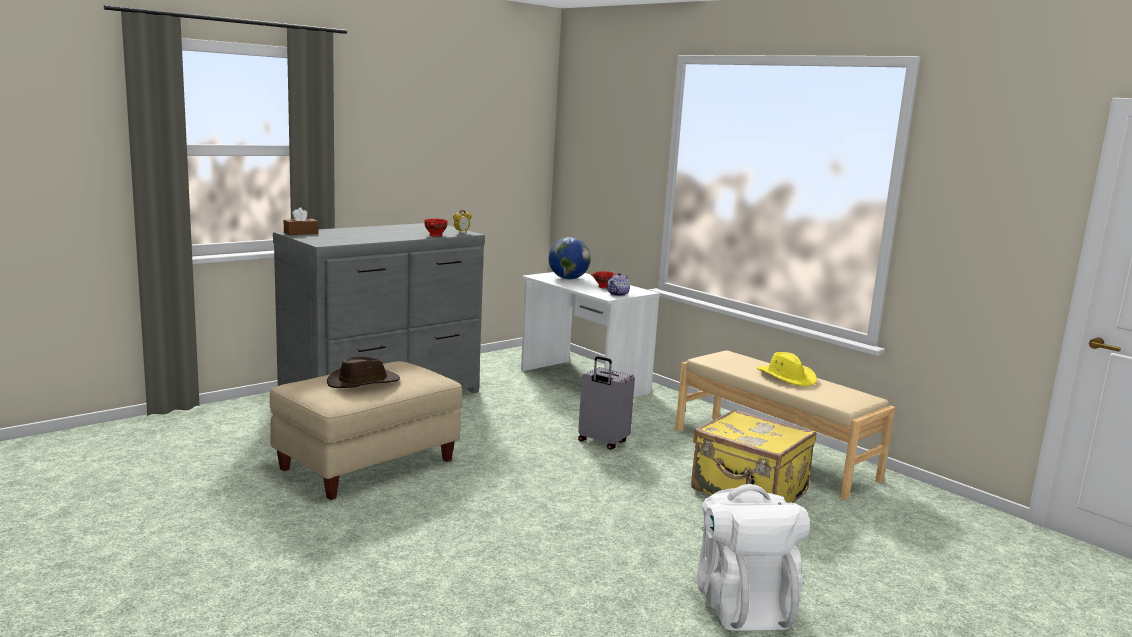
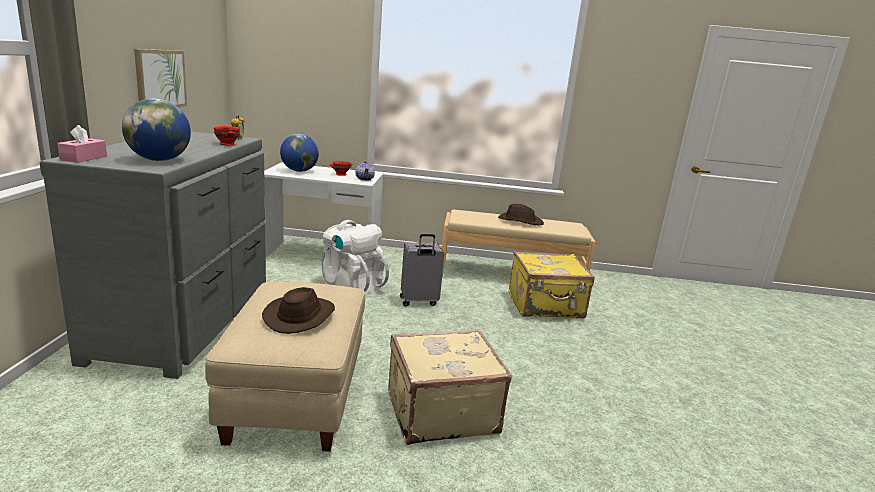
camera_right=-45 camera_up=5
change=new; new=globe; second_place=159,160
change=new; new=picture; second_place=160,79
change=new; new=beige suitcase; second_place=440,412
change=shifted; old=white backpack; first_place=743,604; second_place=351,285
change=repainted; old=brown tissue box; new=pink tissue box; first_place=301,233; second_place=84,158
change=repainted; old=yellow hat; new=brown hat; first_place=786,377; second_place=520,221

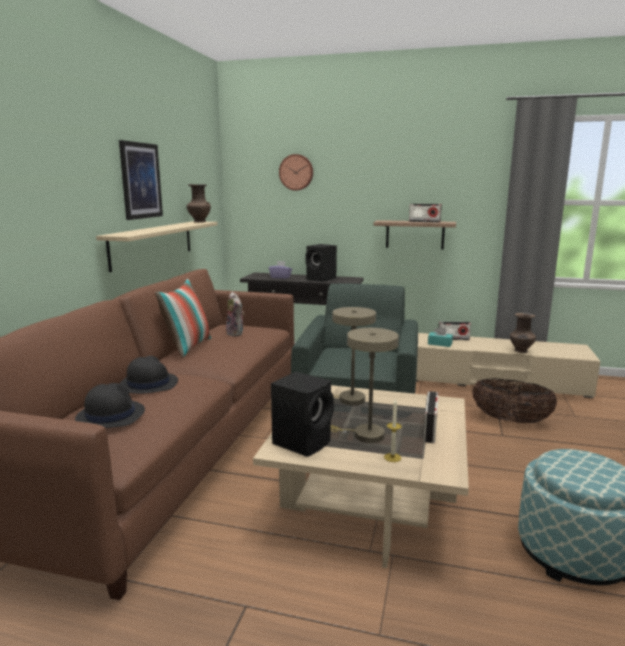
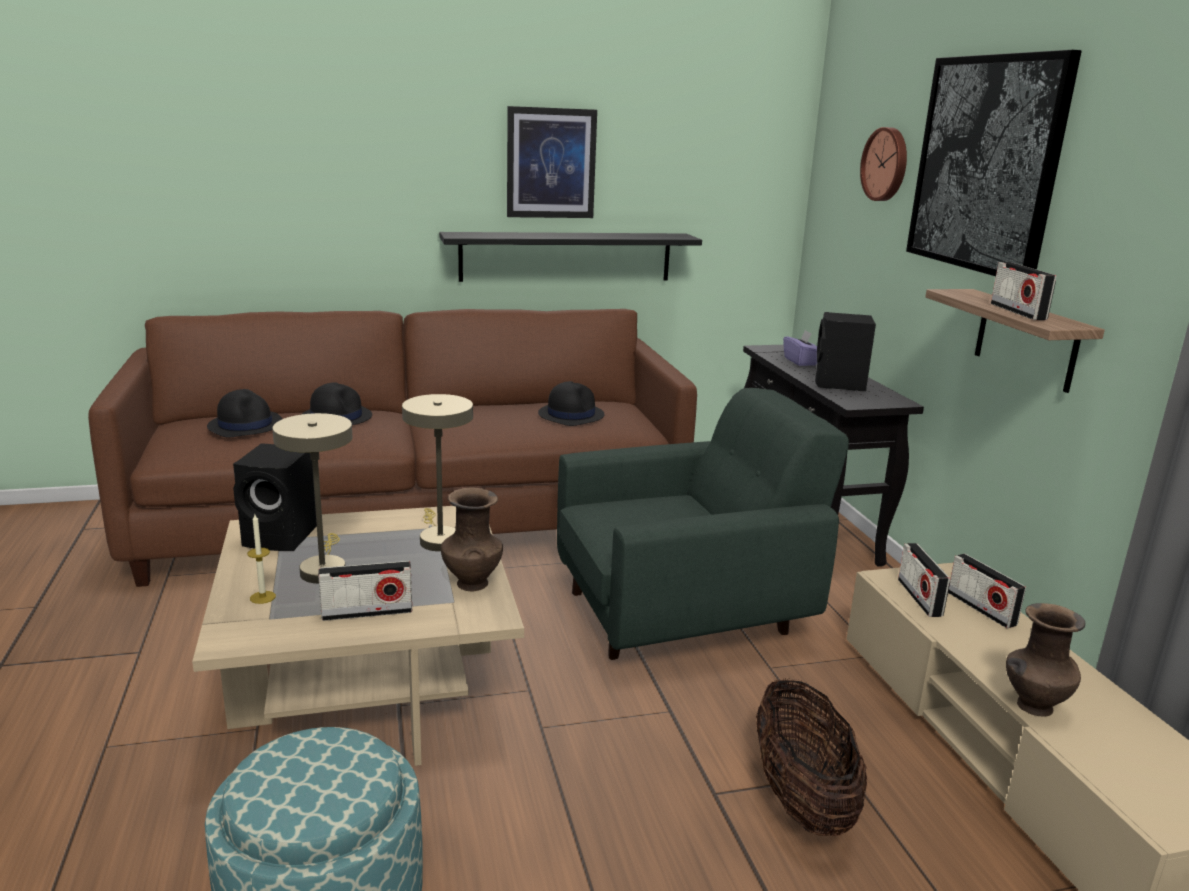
camera_right=60 camera_up=5
change=gone; old=pillow; first_place=187,347
change=new; new=picture; second_place=986,164
change=shifted; old=brown vase; first_place=199,222; second_place=471,583
change=swapped; old=plush toy; new=black hat; first_place=236,333; second_place=571,415
change=swapped; old=turquoise tissue box; new=radio; first_place=439,344; second_place=919,597
change=repainted; old=beige shelf; new=black shelf; first_place=153,244; second_place=566,256

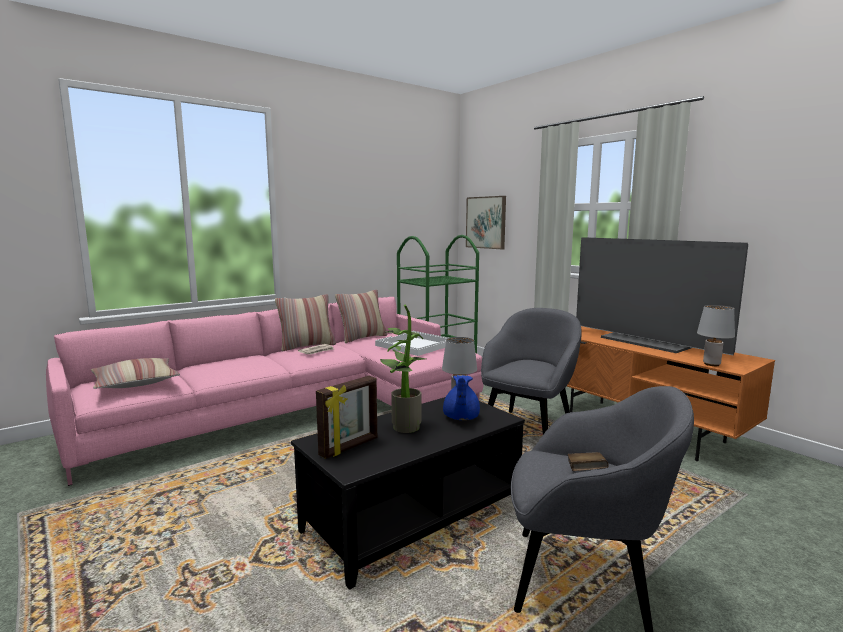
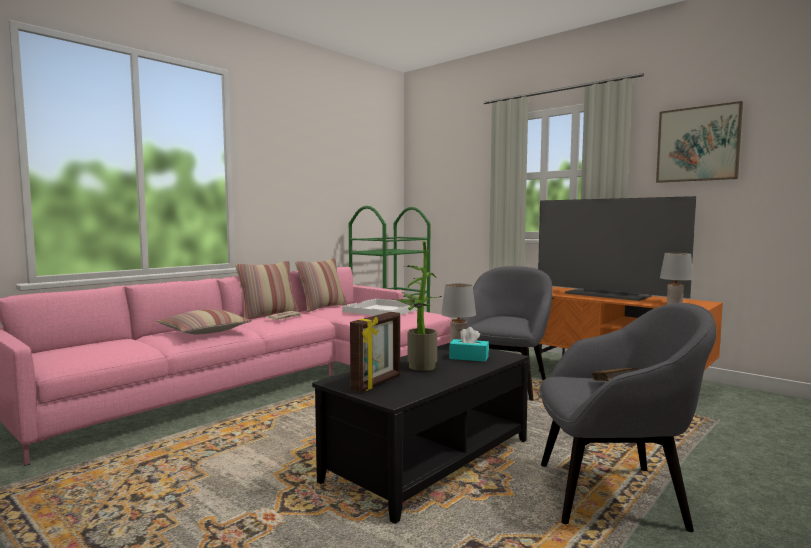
camera_right=-10 camera_up=-5
change=shifted; old=pillow; first_place=135,382; second_place=204,331
change=shifted; old=picture; first_place=486,222; second_place=698,144
change=swapped; old=blue teapot; new=turquoise tissue box; first_place=460,417; second_place=469,357

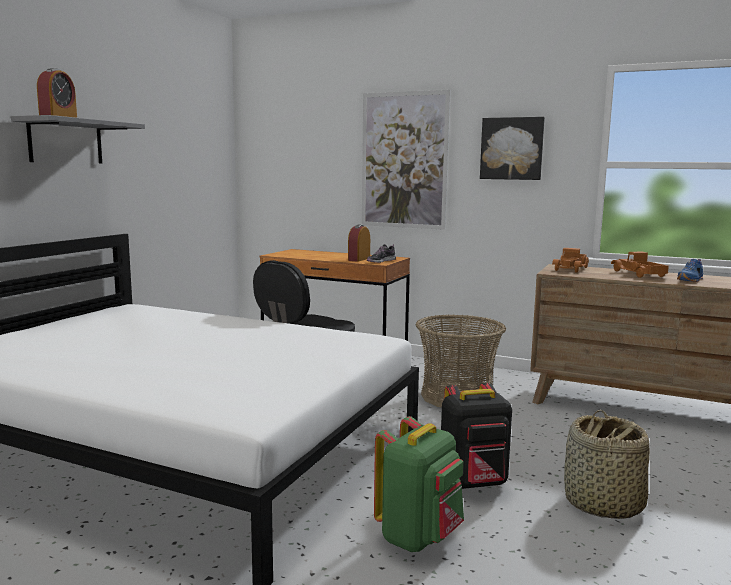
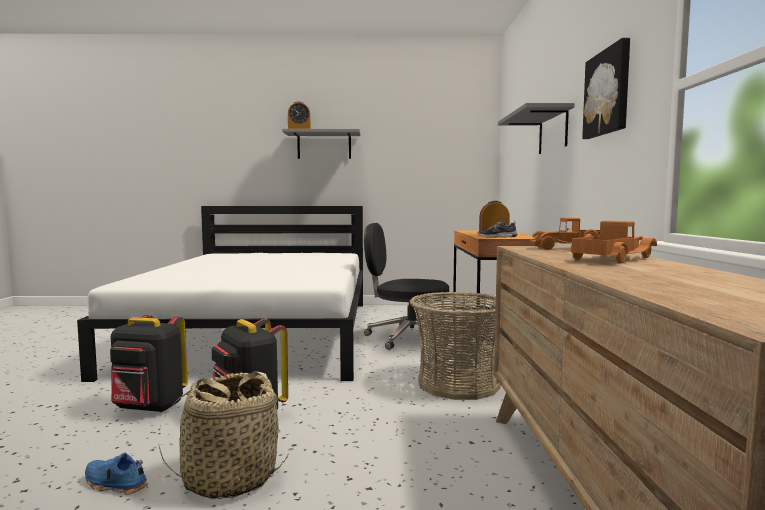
camera_right=65 camera_up=-5
change=shifted; old=blue shoe; first_place=691,280; second_place=114,485
change=swapped; old=picture; new=grey shelf; first_place=404,160; second_place=553,131
change=repainted; old=green backpack; new=black backpack; first_place=419,537; second_place=149,408

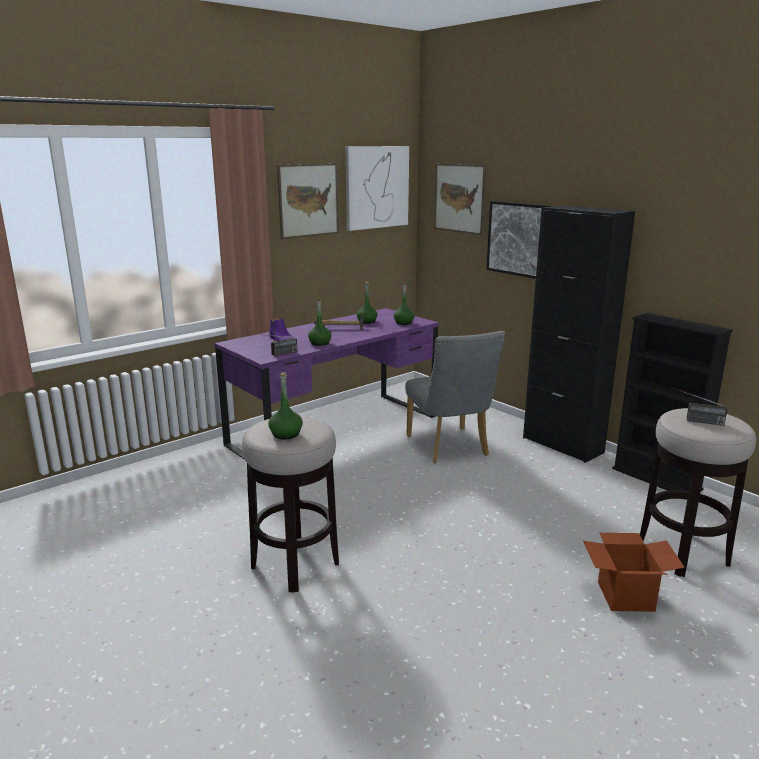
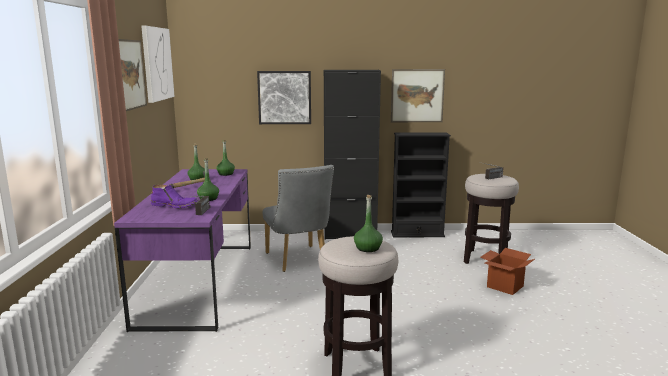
camera_right=-50 camera_up=-5
change=shifted; old=picture; first_place=459,198; second_place=417,96
change=rotated; old=grey chair; first_place=450,448; second_place=298,260; degrees=45

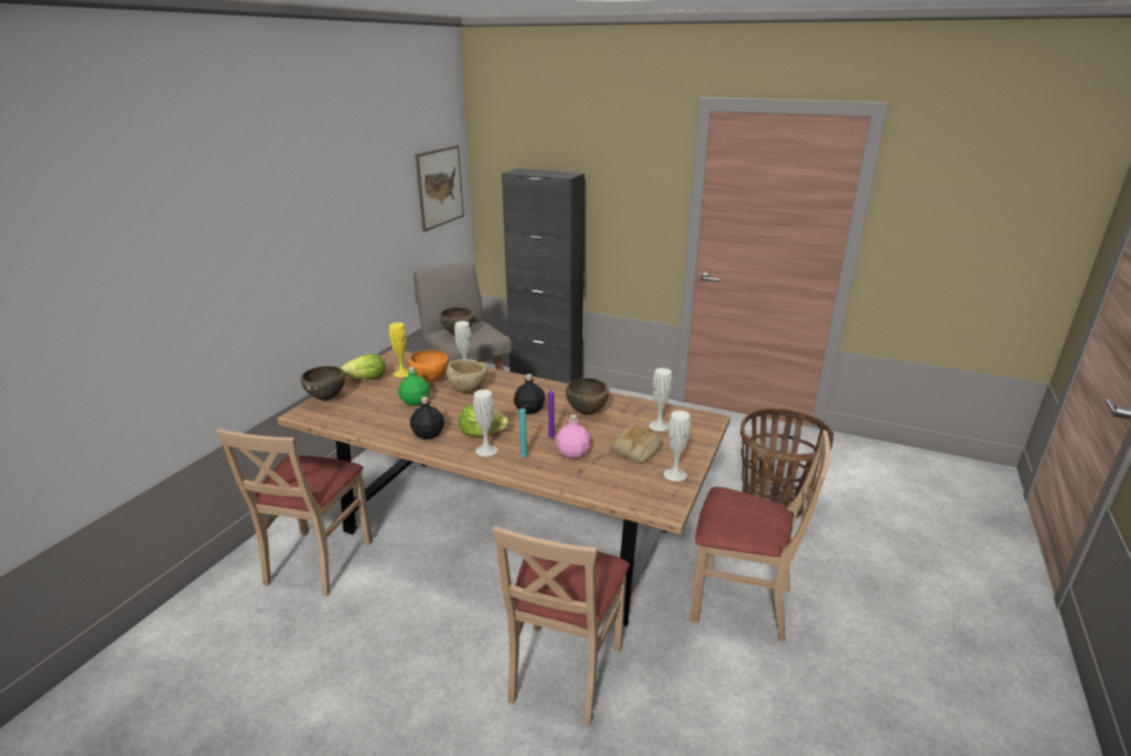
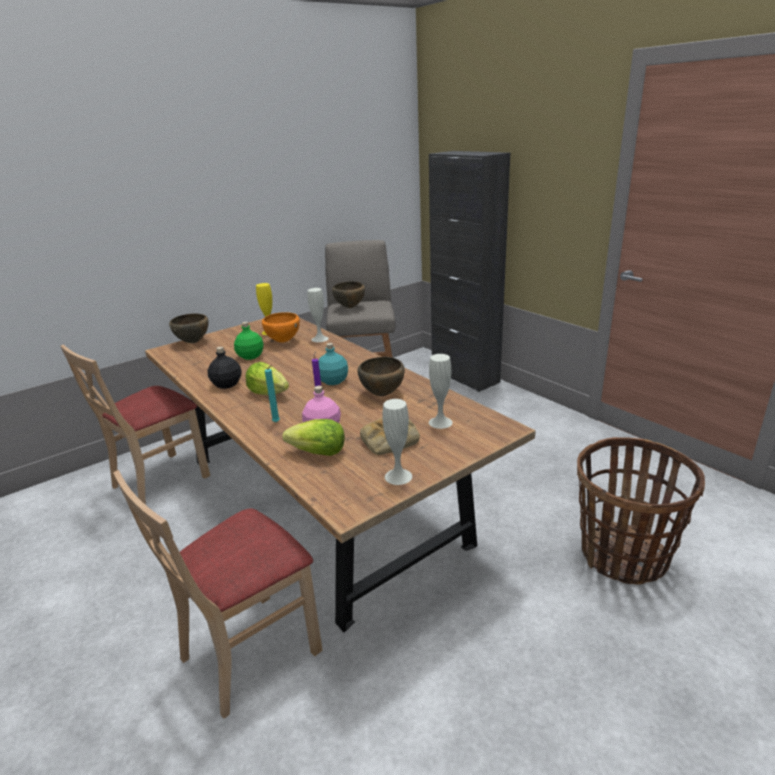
camera_right=30 camera_up=0
change=gone; old=picture; first_place=440,187
change=gone; old=beige bowl; first_place=468,389
change=gone; old=white vase; first_place=486,450
change=gone; old=beige chair; first_place=741,602
change=shifted; old=lettuce; first_place=367,379; second_place=318,453
change=repainted; old=black bottle; new=turquoise bottle; first_place=529,409; second_place=333,381

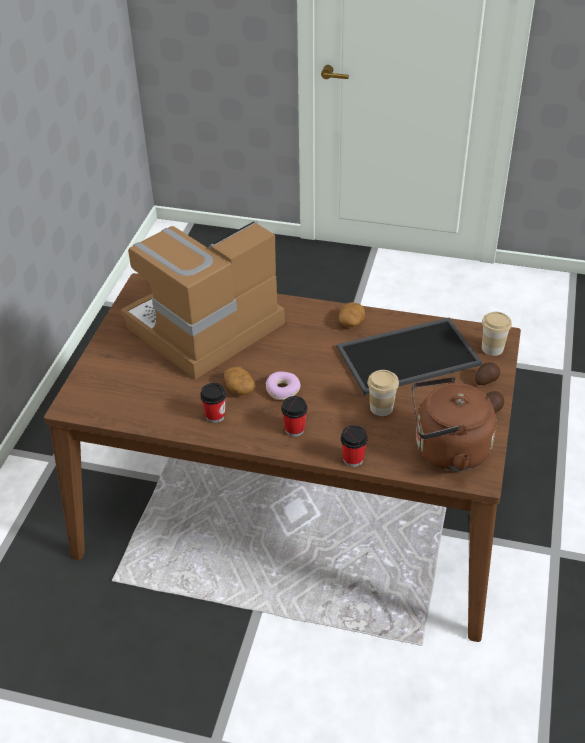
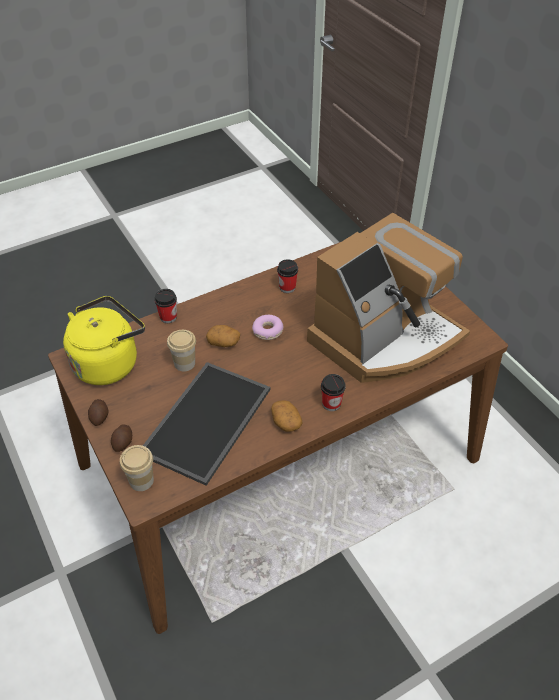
camera_right=135 camera_up=5
change=shifted; old=potato; first_place=239,388; second_place=224,342
change=shifted; old=cup; first_place=294,429; second_place=331,403
change=repainted; old=brown kettle; new=yellow kettle; first_place=446,451; second_place=109,362
change=rotated; old=coffee machine; first_place=204,327; second_place=385,338; degrees=45

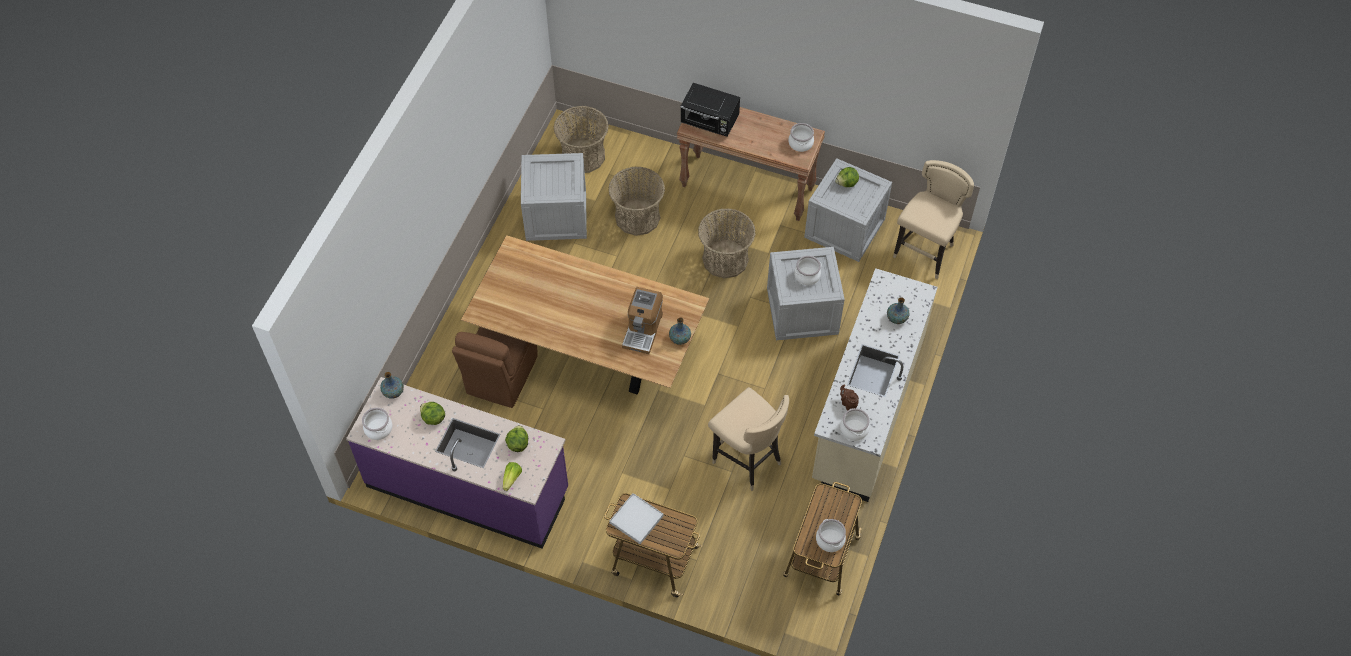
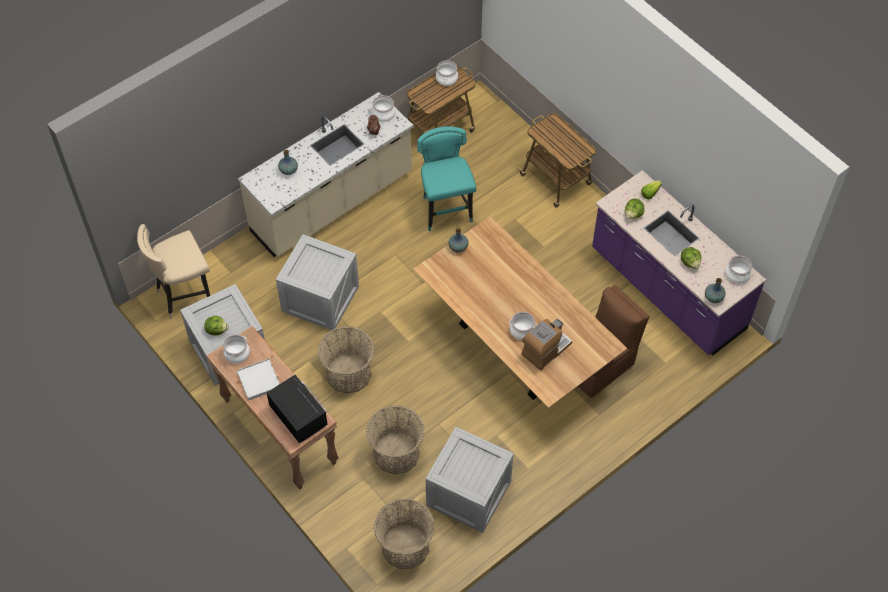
camera_right=-150 camera_up=0
change=shifted; old=white tray; first_place=636,519; second_place=259,380
change=shifted; old=coffee machine; first_place=642,330; second_place=545,349
change=shifted; old=cooking pot; first_place=807,276; second_place=522,330
change=repainted; old=beige stool; new=turquoise stool; first_place=747,460; second_place=446,211

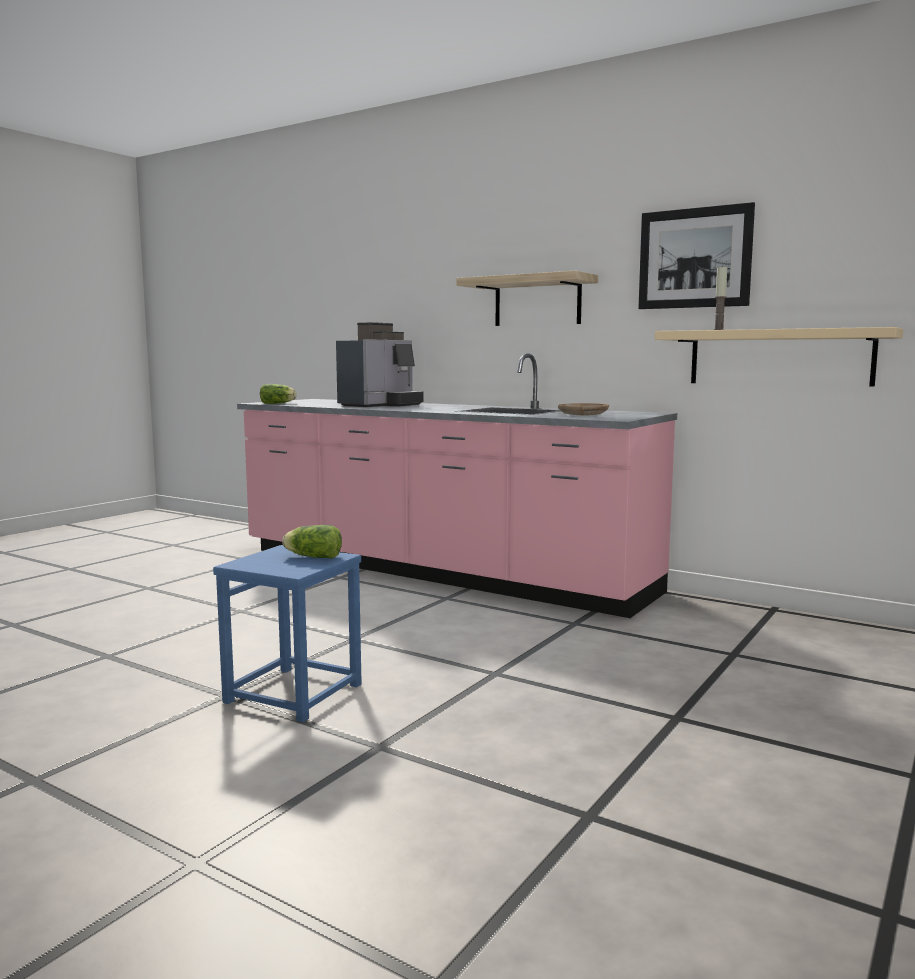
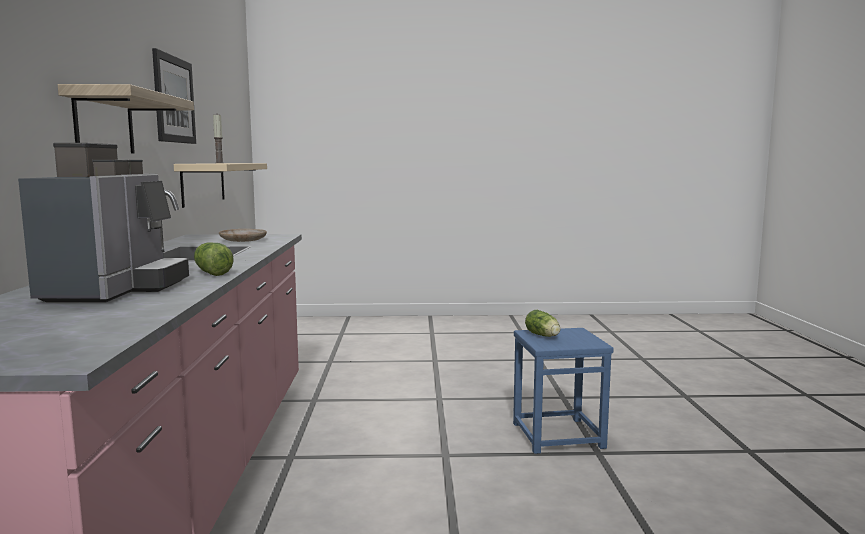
camera_right=-125 camera_up=0
change=shifted; old=lettuce; first_place=278,403; second_place=212,272
change=rotated; old=coffee machine; first_place=381,405; second_place=116,289; degrees=90

